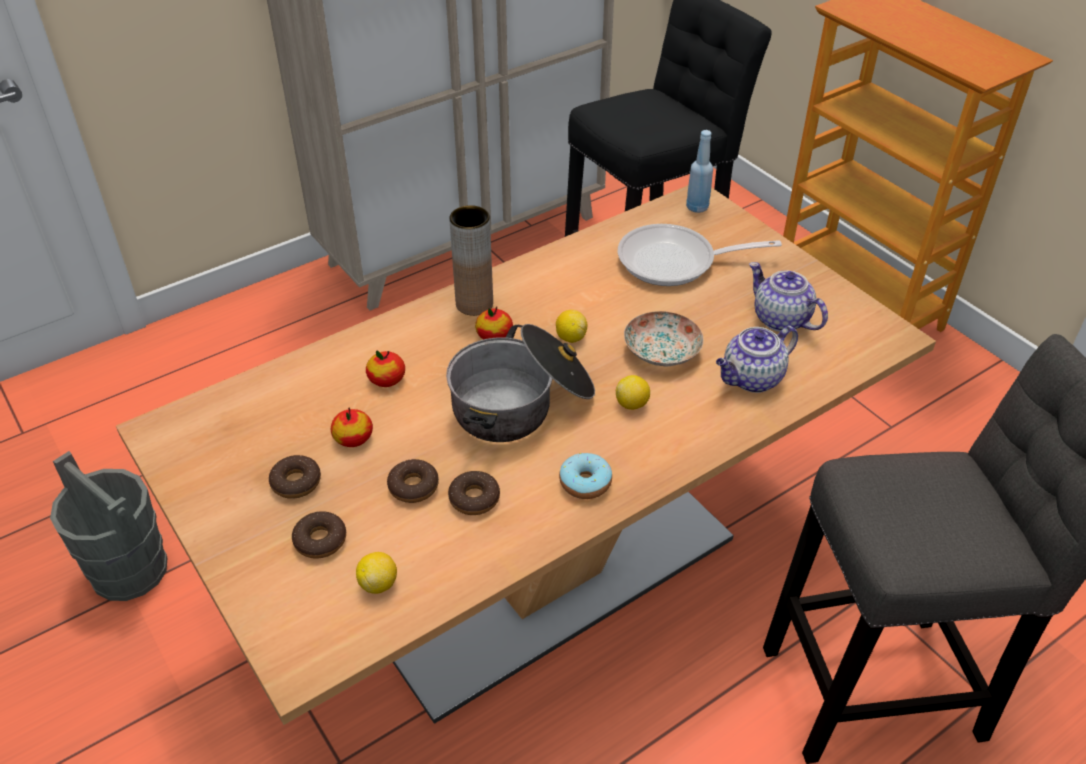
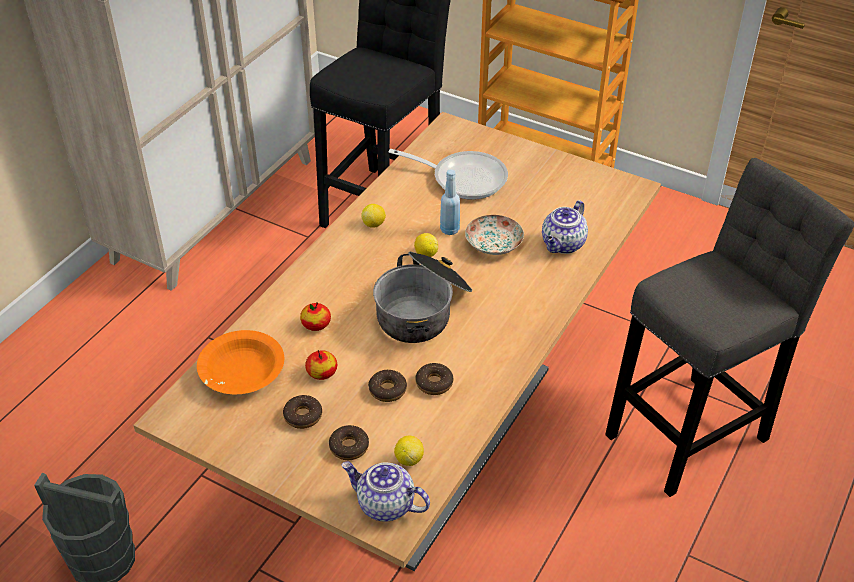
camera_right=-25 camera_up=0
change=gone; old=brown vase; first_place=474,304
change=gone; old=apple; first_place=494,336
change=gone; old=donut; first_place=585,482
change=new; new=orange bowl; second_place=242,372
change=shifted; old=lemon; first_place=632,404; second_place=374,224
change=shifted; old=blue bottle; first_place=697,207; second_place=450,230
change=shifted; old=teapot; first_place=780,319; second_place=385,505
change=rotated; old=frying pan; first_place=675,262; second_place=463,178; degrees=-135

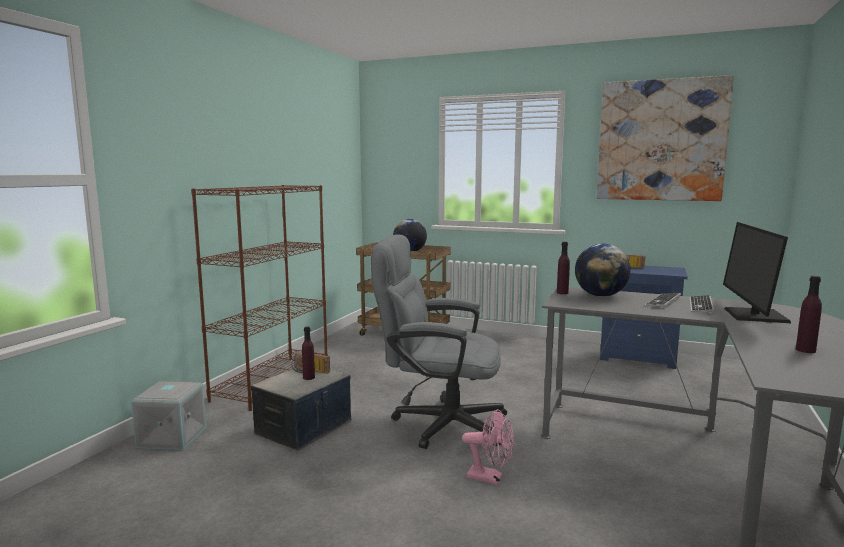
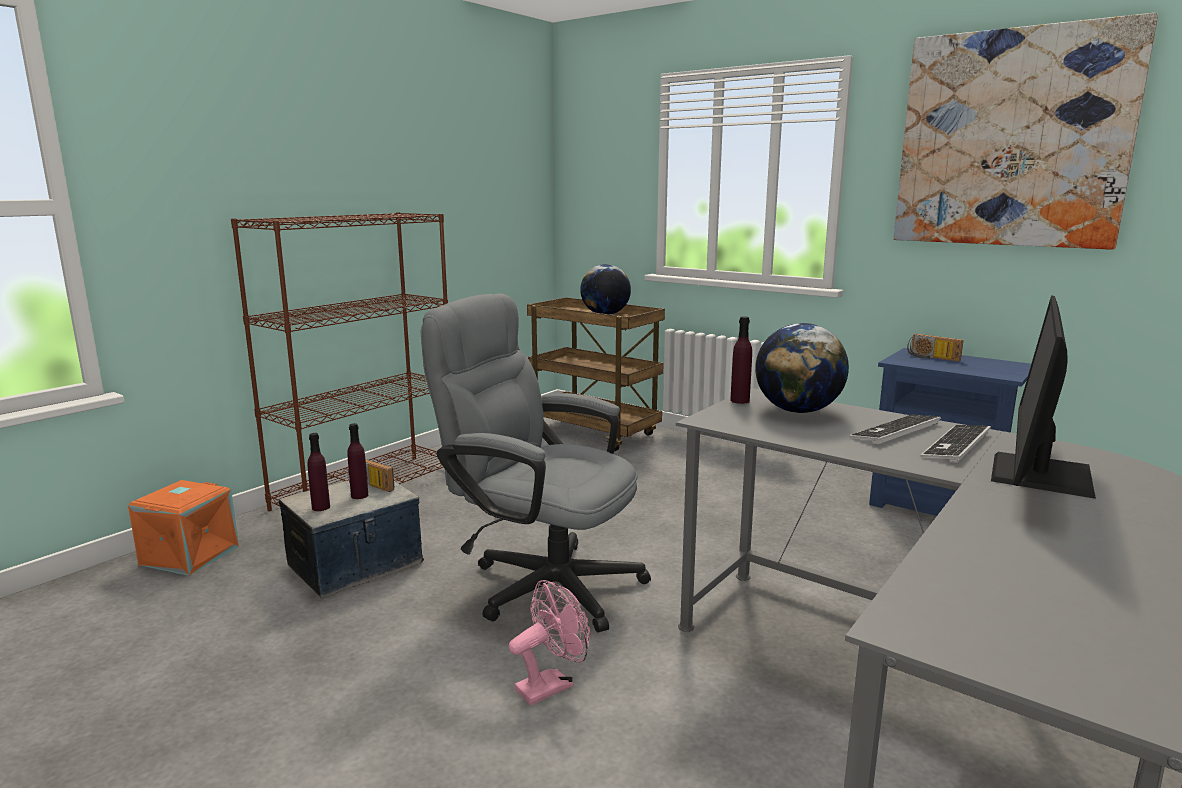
camera_right=15 camera_up=5
change=shifted; old=purple bottle; first_place=805,350; second_place=321,507
change=repainted; old=grey storage box; new=orange storage box; first_place=171,437; second_place=189,555
change=rotated; old=pink fan; first_place=490,478; second_place=551,685; degrees=-75

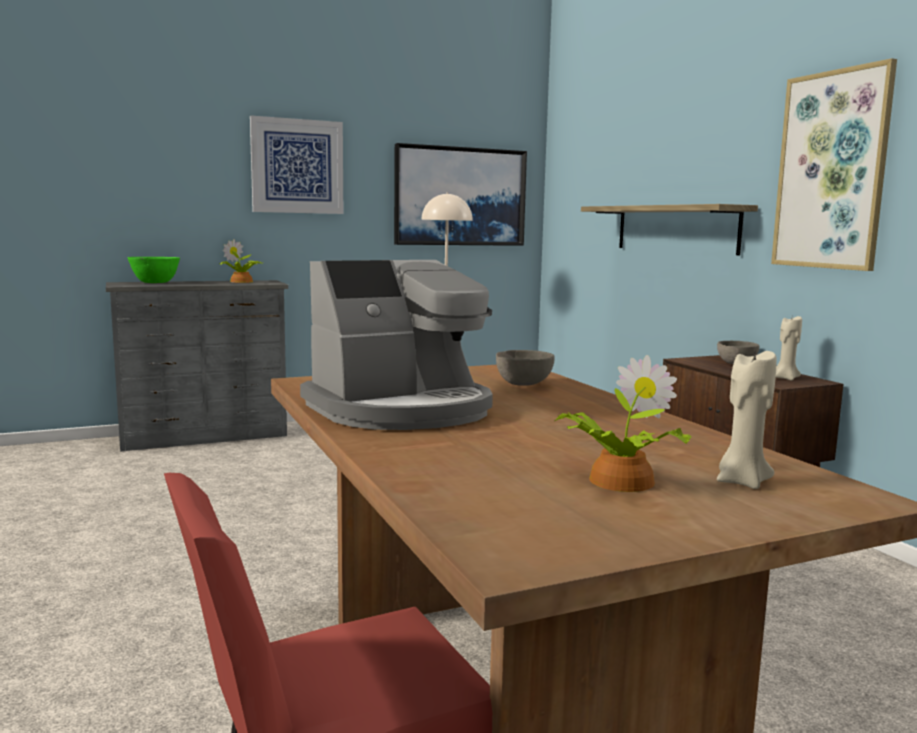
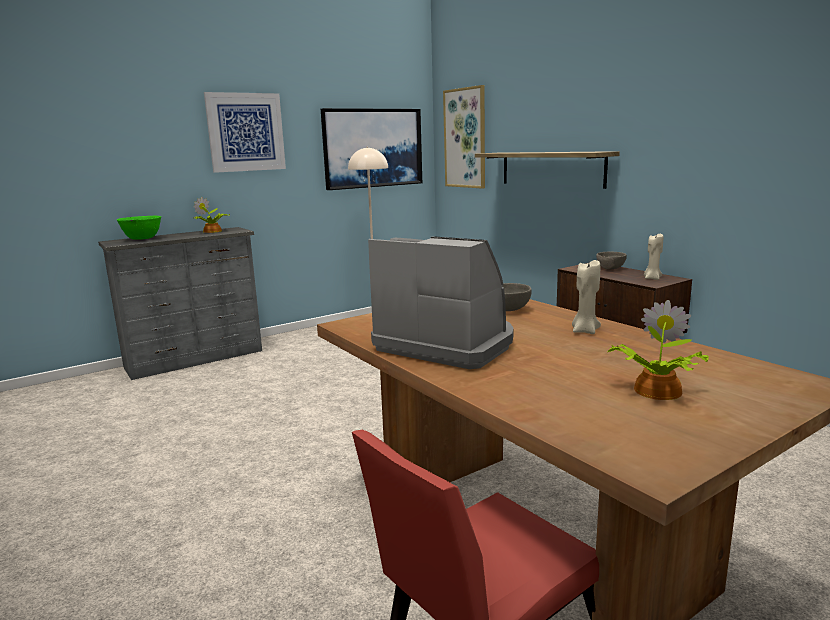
camera_right=-10 camera_up=5
change=shifted; old=beige candle; first_place=741,482; second_place=584,331
change=shifted; old=picture; first_place=831,171; second_place=465,138
change=rotated; old=coffee machine; first_place=402,410; second_place=447,344; degrees=-105

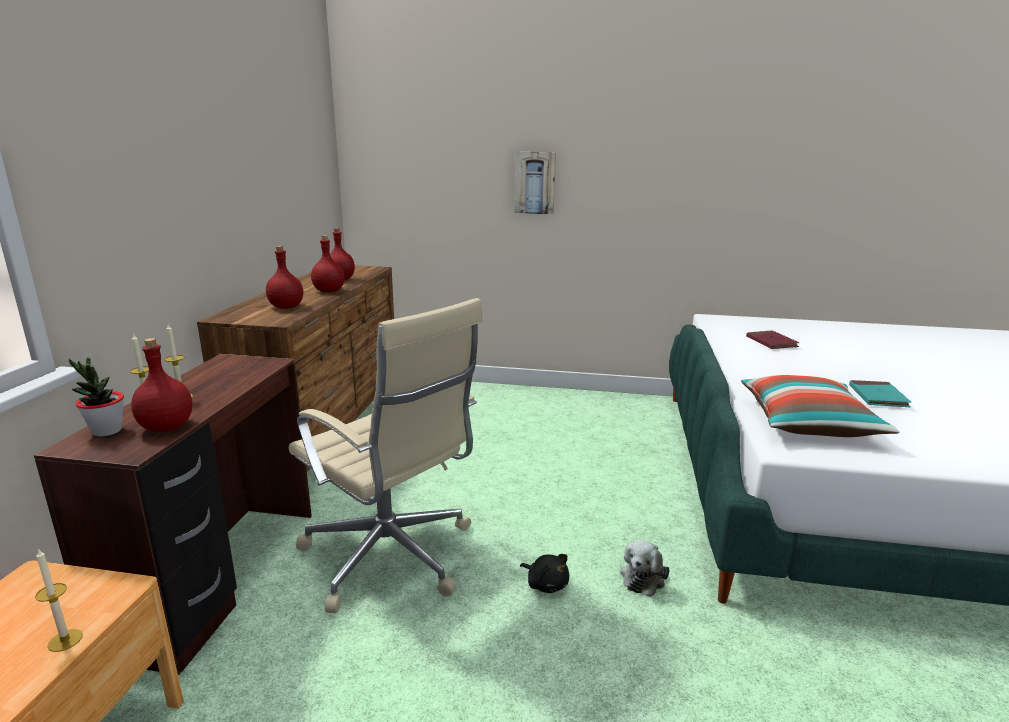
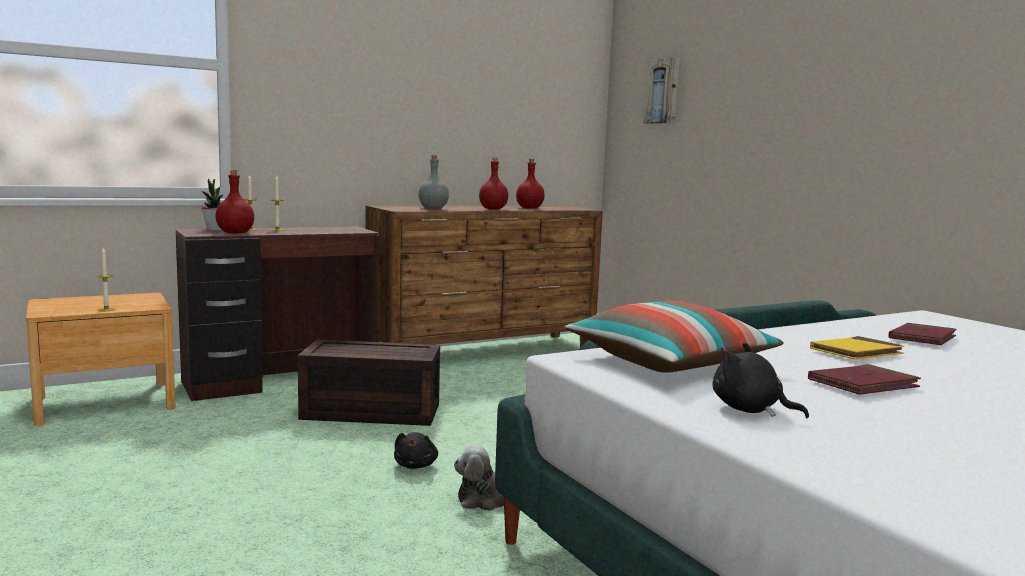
camera_right=50 camera_up=-10
change=new; new=black plush toy; second_place=750,410
change=new; new=yellow book; second_place=856,353
change=shifted; old=picture; first_place=535,183; second_place=663,92
change=swapped; old=beige office chair; new=brown storage box; first_place=391,557; second_place=369,412
change=repainted; old=red bottle; new=grey bottle; first_place=285,307; second_place=432,208
change=repainted; old=turquoise book; new=red book; first_place=878,397; second_place=863,385

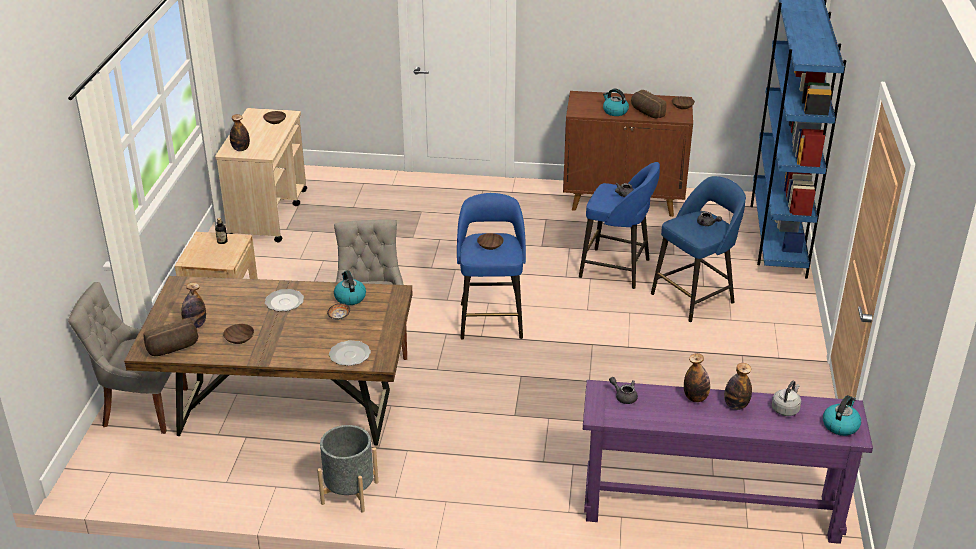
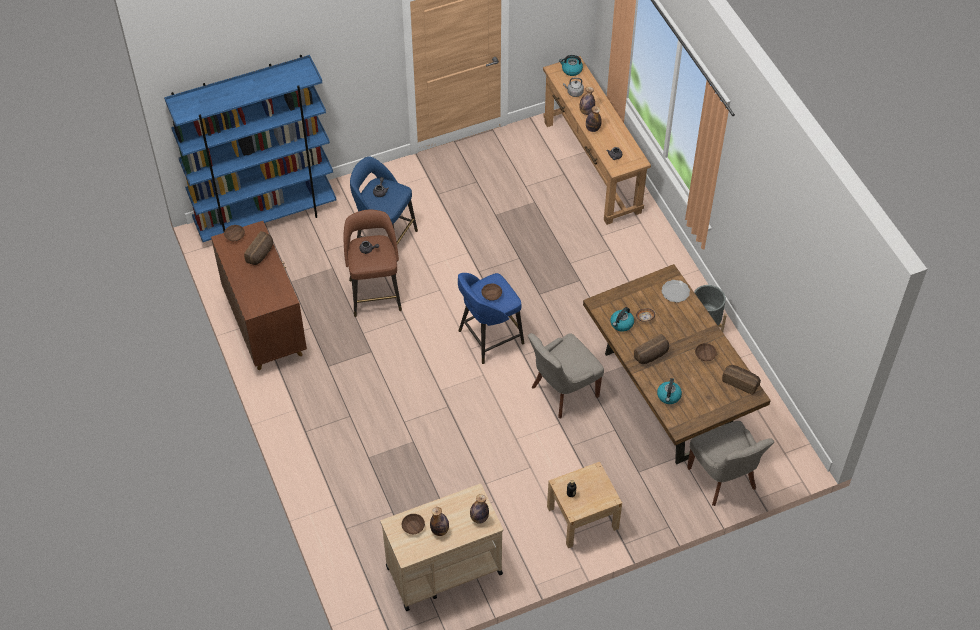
camera_right=-120 camera_up=20
change=shifted; old=bottle; first_place=195,325; second_place=440,530
change=shifted; old=kettle; first_place=614,111; second_place=669,396
change=swapped; old=plate; new=bread; first_place=285,301; second_place=652,355
change=repainted; old=blue stool; new=brown stool; first_place=617,269; second_place=375,293
change=repainted; old=purple console table; new=brown console table; first_place=710,509; second_place=591,167

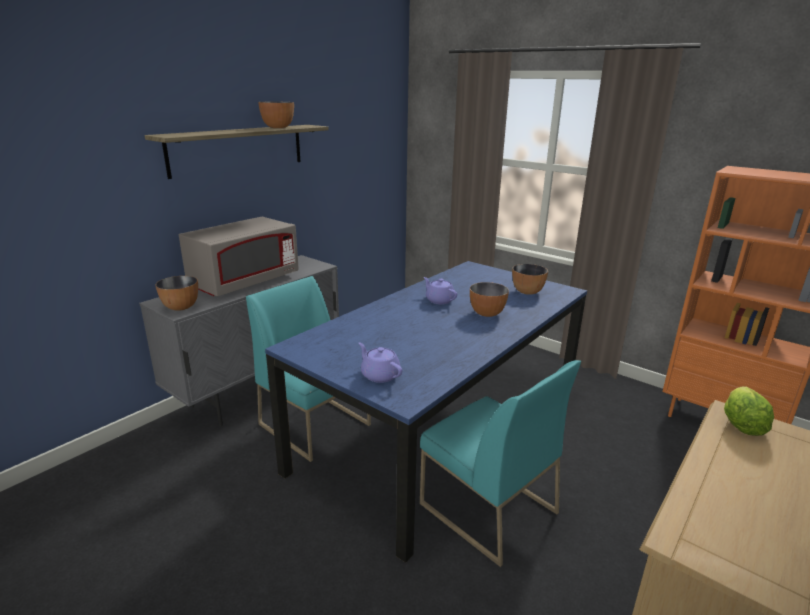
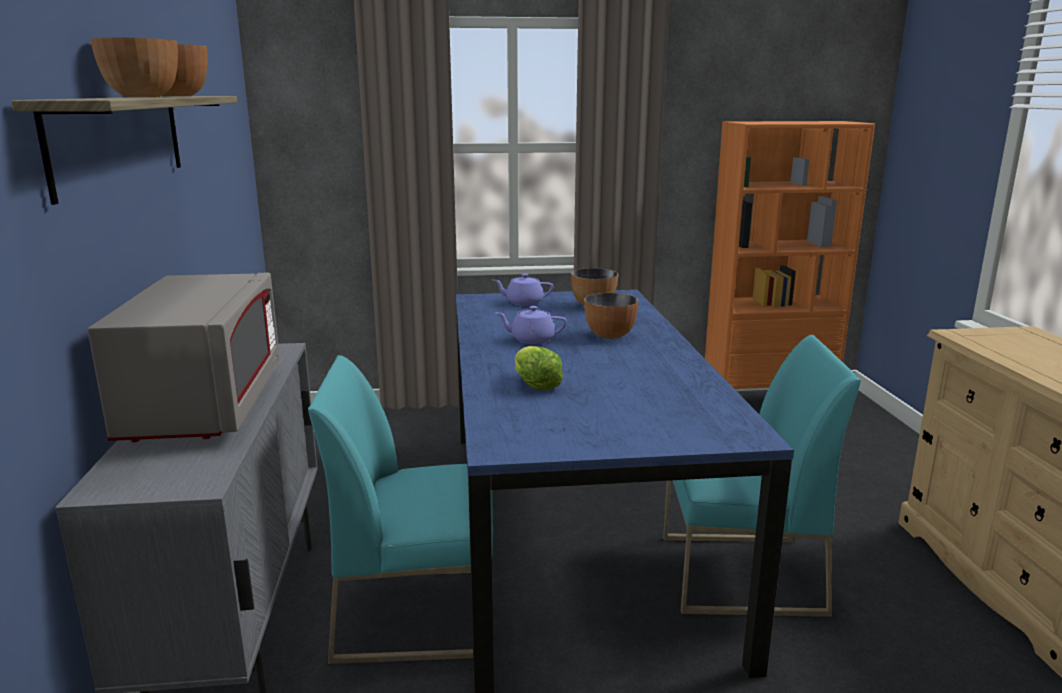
camera_right=-45 camera_up=-5
change=shifted; old=bowl; first_place=181,307; second_place=143,97
change=shifted; old=purple teapot; first_place=379,375; second_place=523,302
change=shifted; old=lettuce; first_place=741,423; second_place=535,384

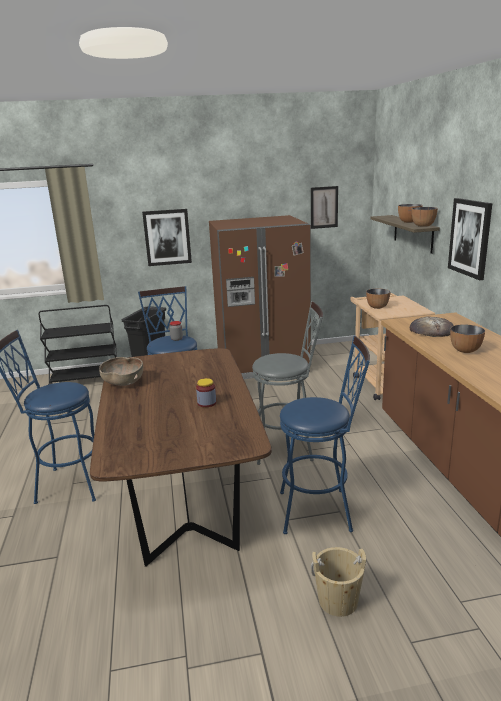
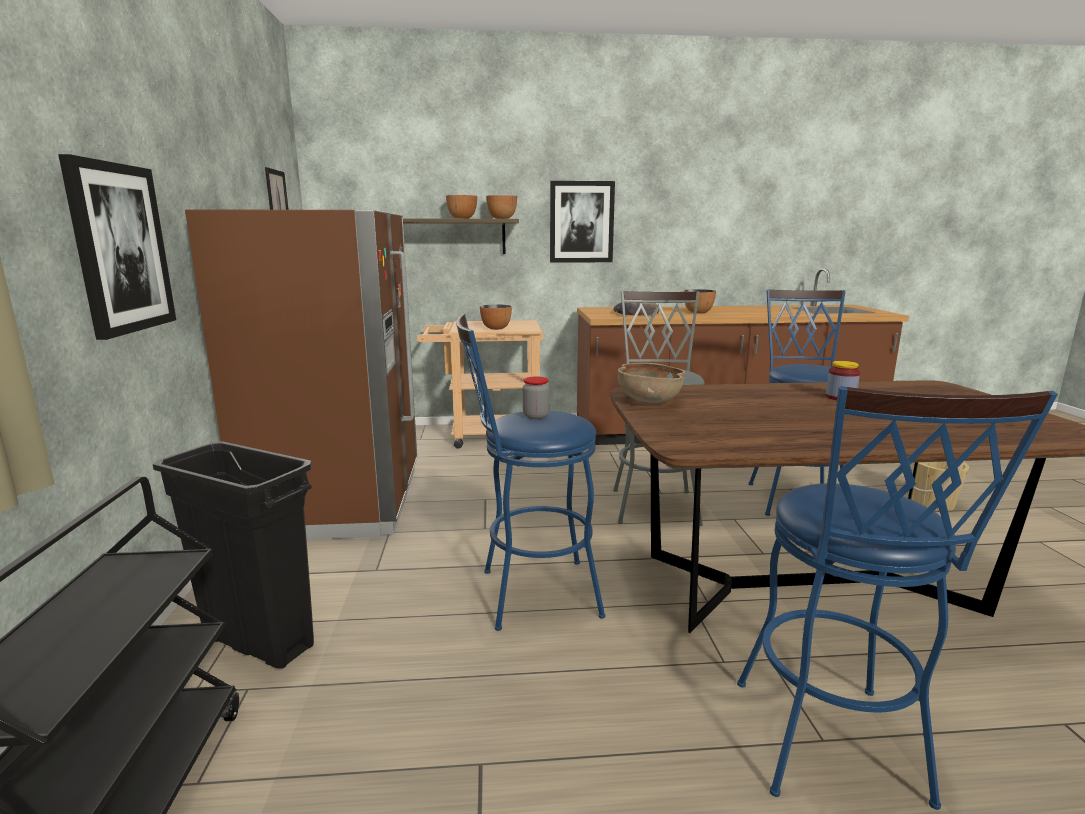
camera_right=-85 camera_up=-5
change=shifted; old=brown bowl; first_place=123,382; second_place=649,401

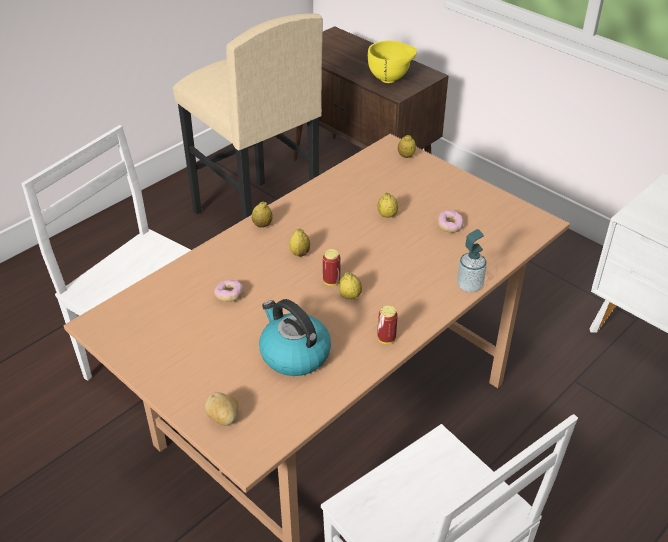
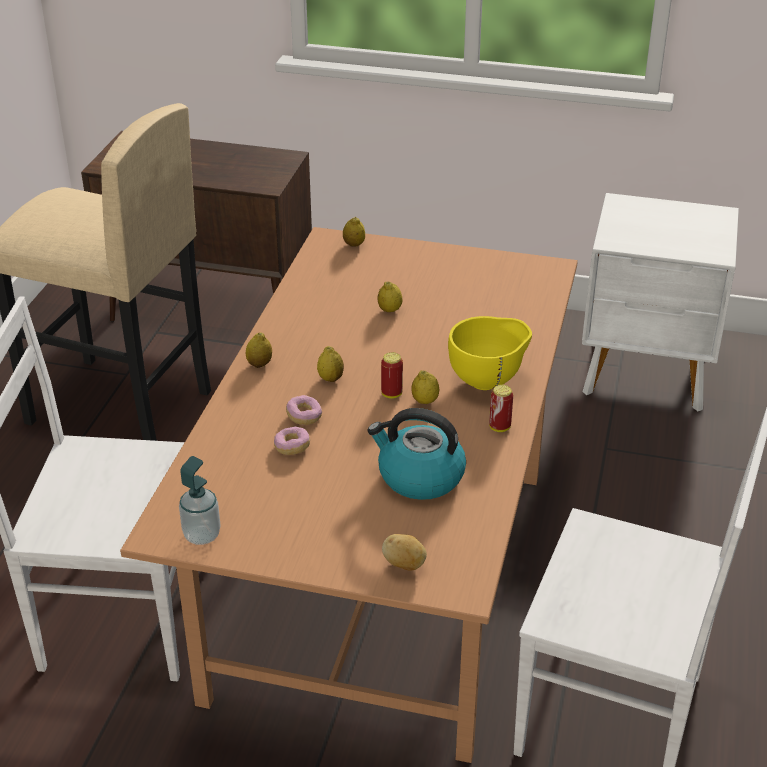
camera_right=-30 camera_up=-5
change=shifted; old=yellow bowl; first_place=390,80; second_place=488,381
change=shifted; old=donut; first_place=450,226; second_place=304,417
change=shifted; old=soap dispenser; first_place=469,286; second_place=202,535

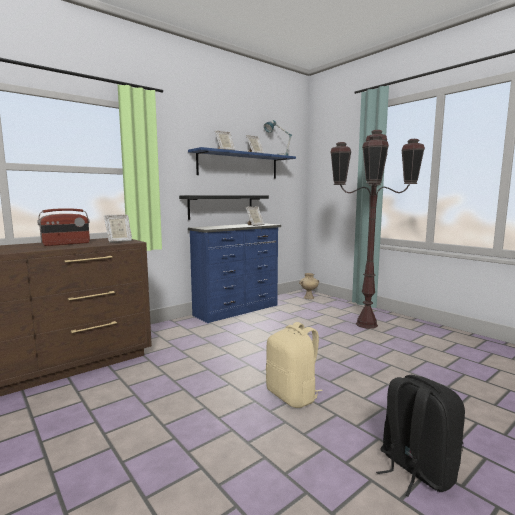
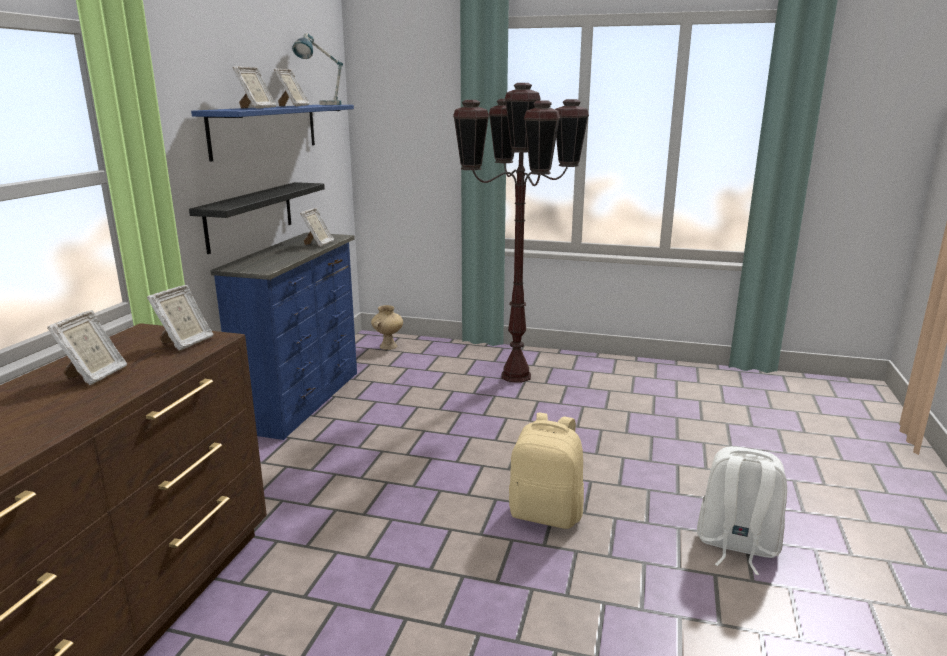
camera_right=-35 camera_up=10
change=swapped; old=radio; new=picture frame; first_place=66,244; second_place=94,375
change=repainted; old=black backpack; new=white backpack; first_place=415,470; second_place=736,545

